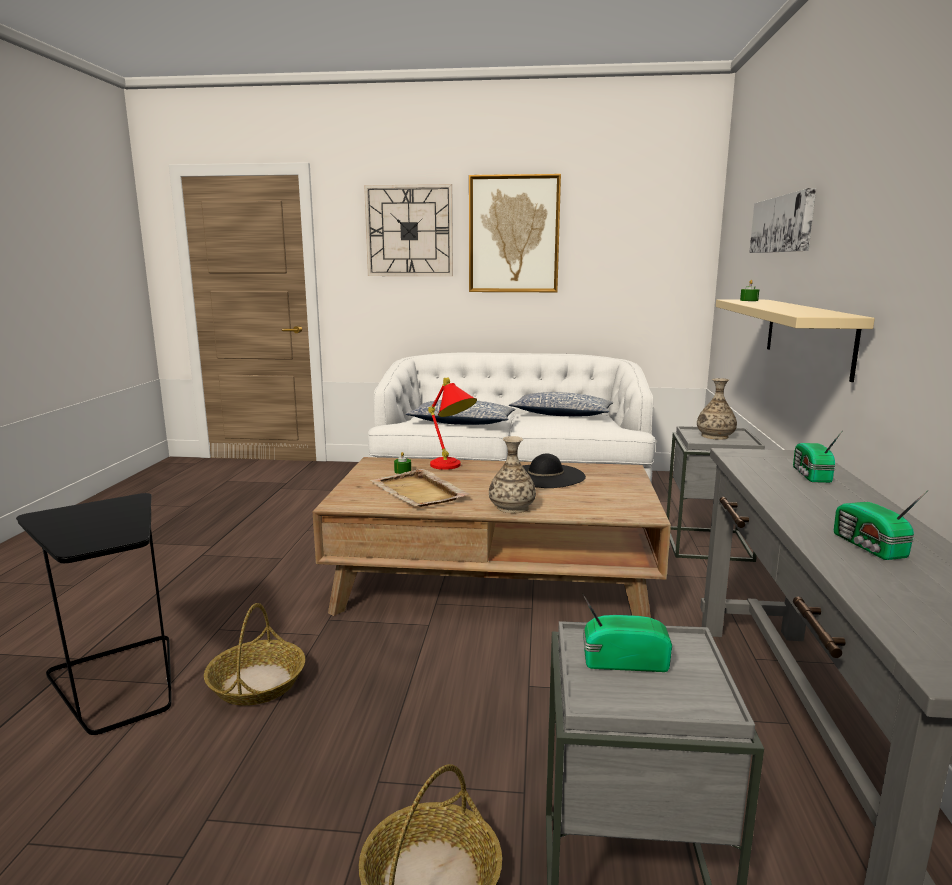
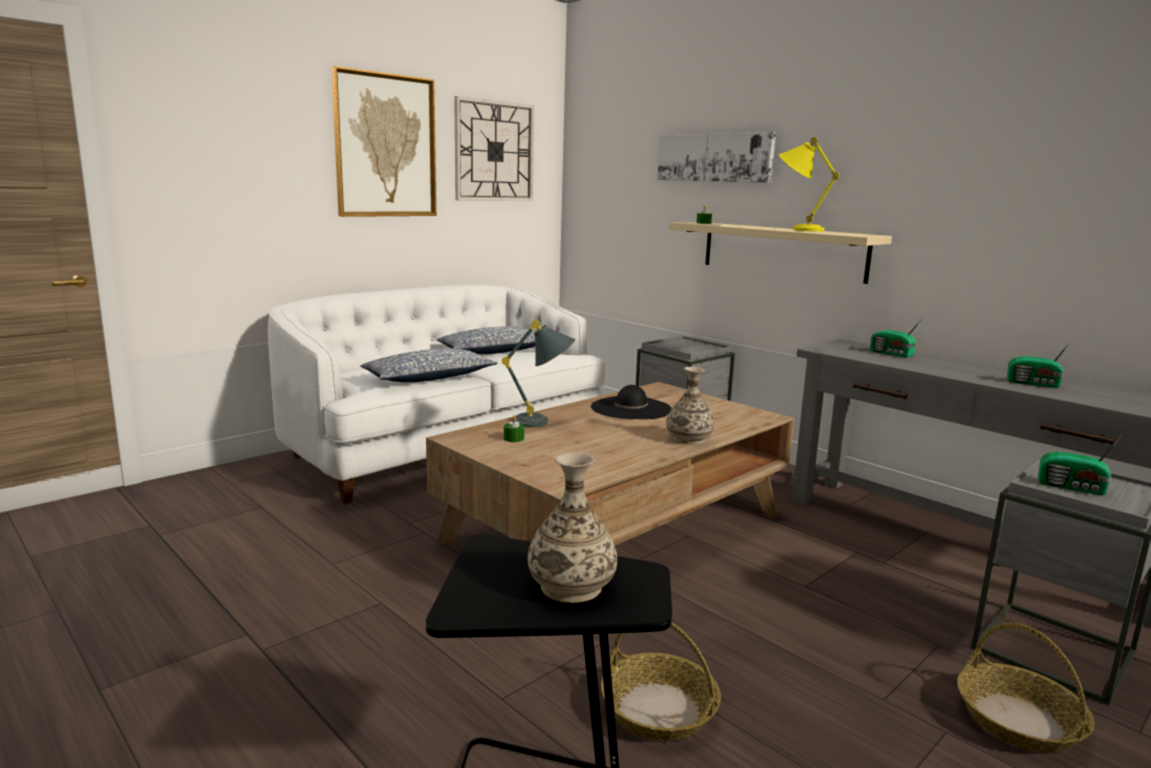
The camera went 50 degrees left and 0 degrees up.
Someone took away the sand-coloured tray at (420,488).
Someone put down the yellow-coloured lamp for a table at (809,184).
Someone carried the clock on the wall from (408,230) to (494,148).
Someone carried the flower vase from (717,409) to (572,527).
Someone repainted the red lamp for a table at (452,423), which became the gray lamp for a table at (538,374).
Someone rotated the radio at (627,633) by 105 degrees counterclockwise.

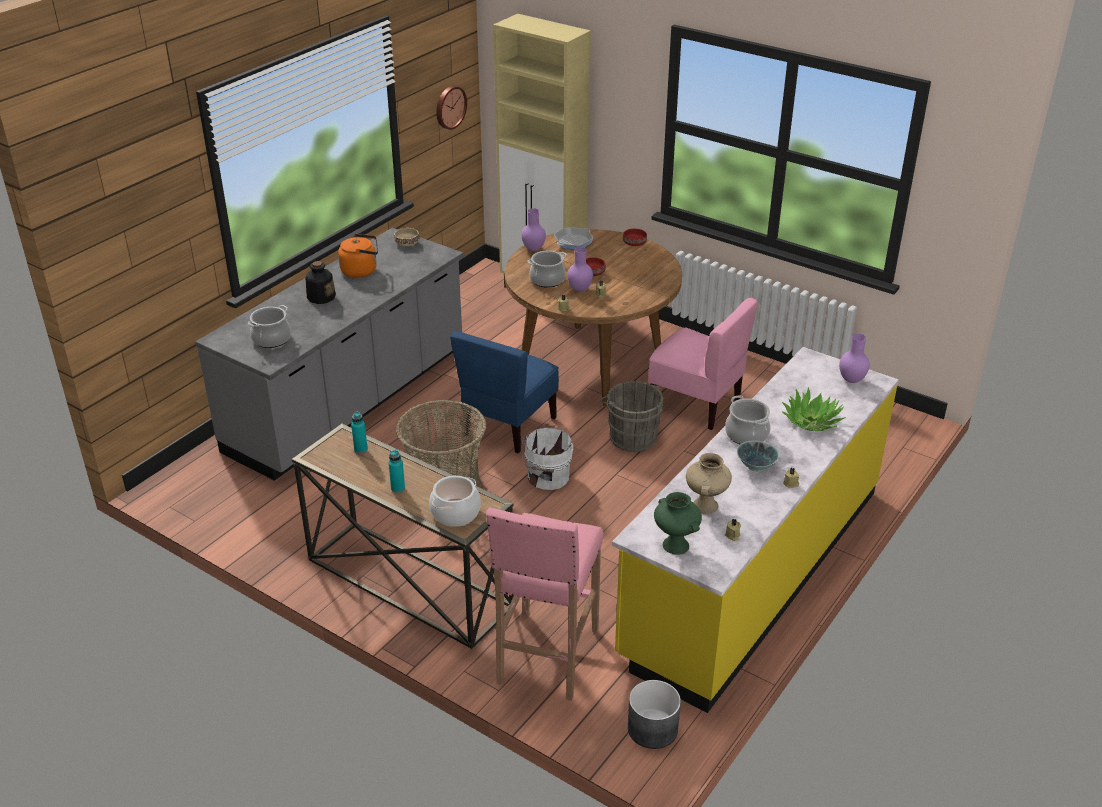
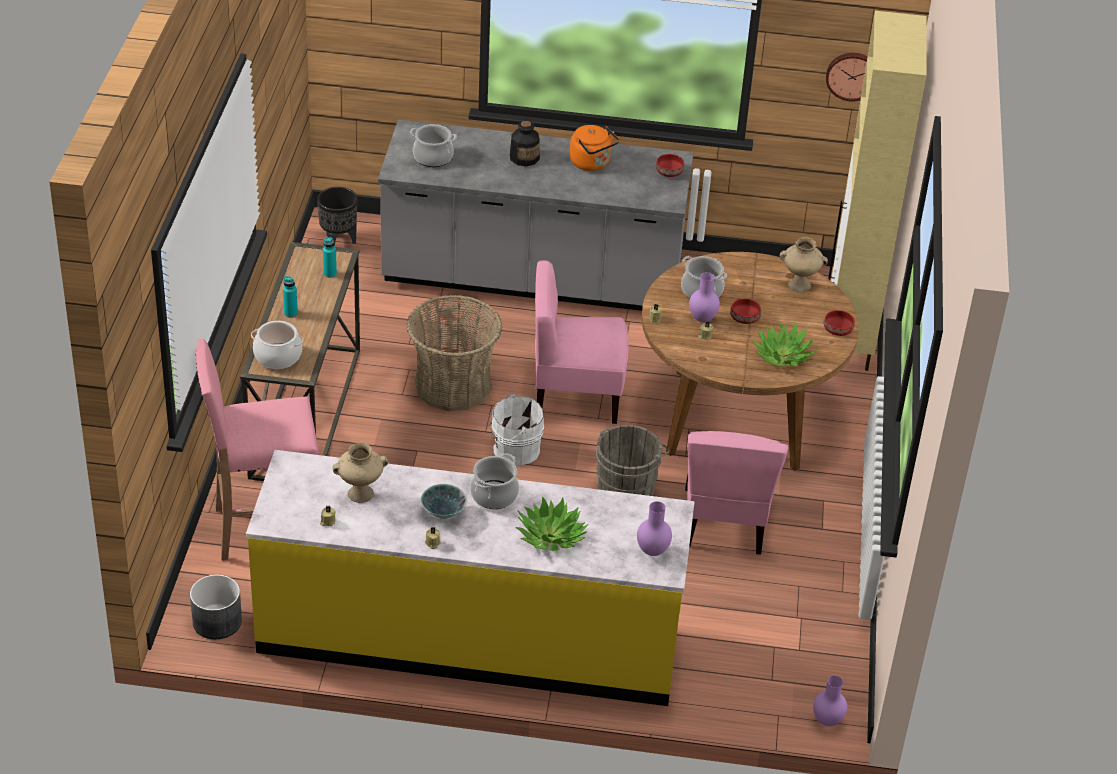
The camera went 60 degrees right and 5 degrees up.
Someone took away the greenish flower vase at (678,523).
Someone put down the black-coloured plant pot at (337,215).
Someone put down the plant in a pot at (784,345).
Someone carried the purple-coloured flower vase from (533,229) to (830,700).
Someone swapped the frying pan at (573,238) for the sand-coloured flower vase at (804,265).
Someone repainted the sand-coloured bowl at (406,237), which became the red bowl at (670,165).
Someone repainted the blue-coloured plain chair at (504,392), which became the pink plain chair at (582,342).

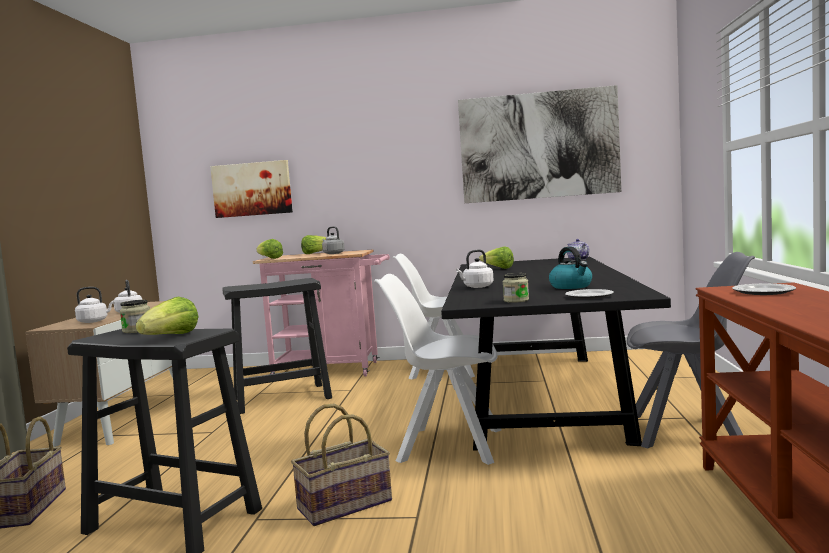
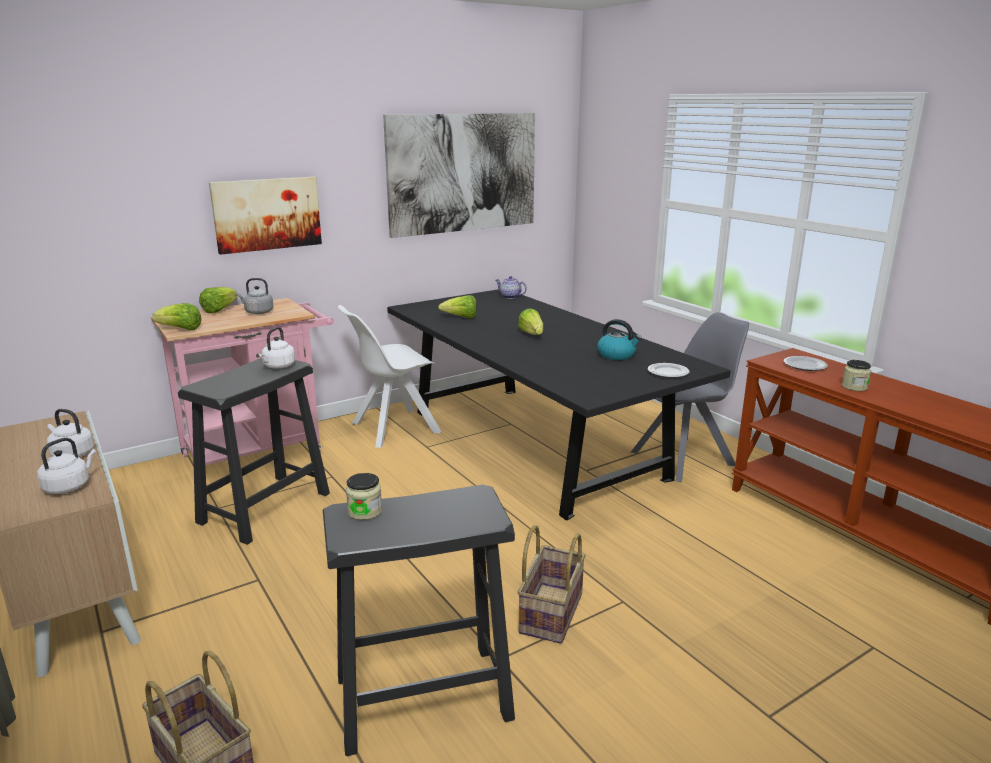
The camera went 40 degrees left and 15 degrees up.
Someone took away the white-coloured plain chair at (438,369).
Someone carried the head of lettuce from (167,315) to (530,322).
Someone carried the wall picture from (251,189) to (265,216).
Someone carried the white-coloured water kettle from (475,269) to (276,347).
Someone carried the preserve jar from (516,288) to (856,375).

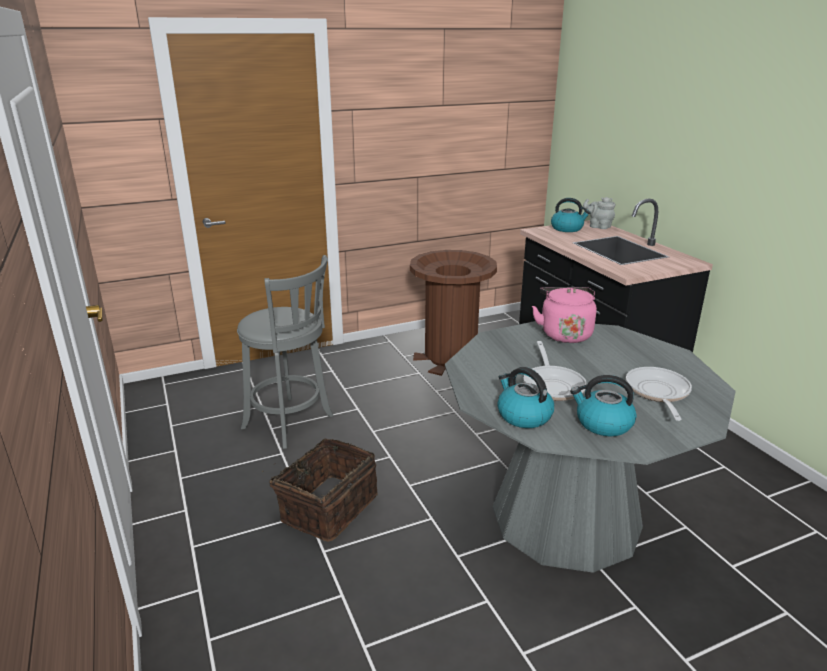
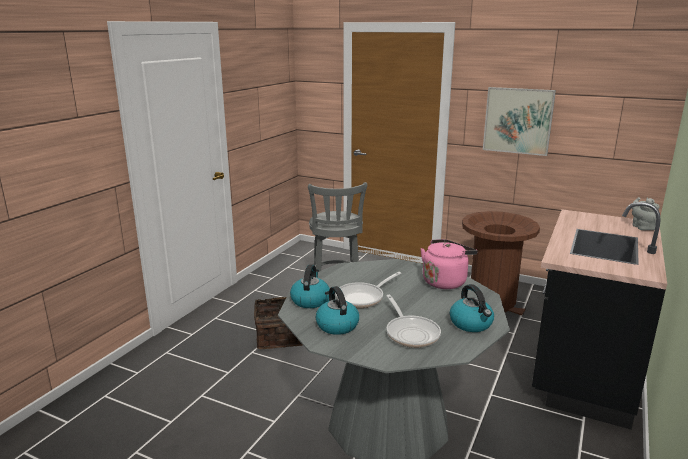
The camera went 50 degrees right and 5 degrees down.
Someone put up the wall picture at (519,121).
Someone carried the water kettle from (571,215) to (472,308).
Someone rotated the frying pan at (659,394) by 105 degrees clockwise.

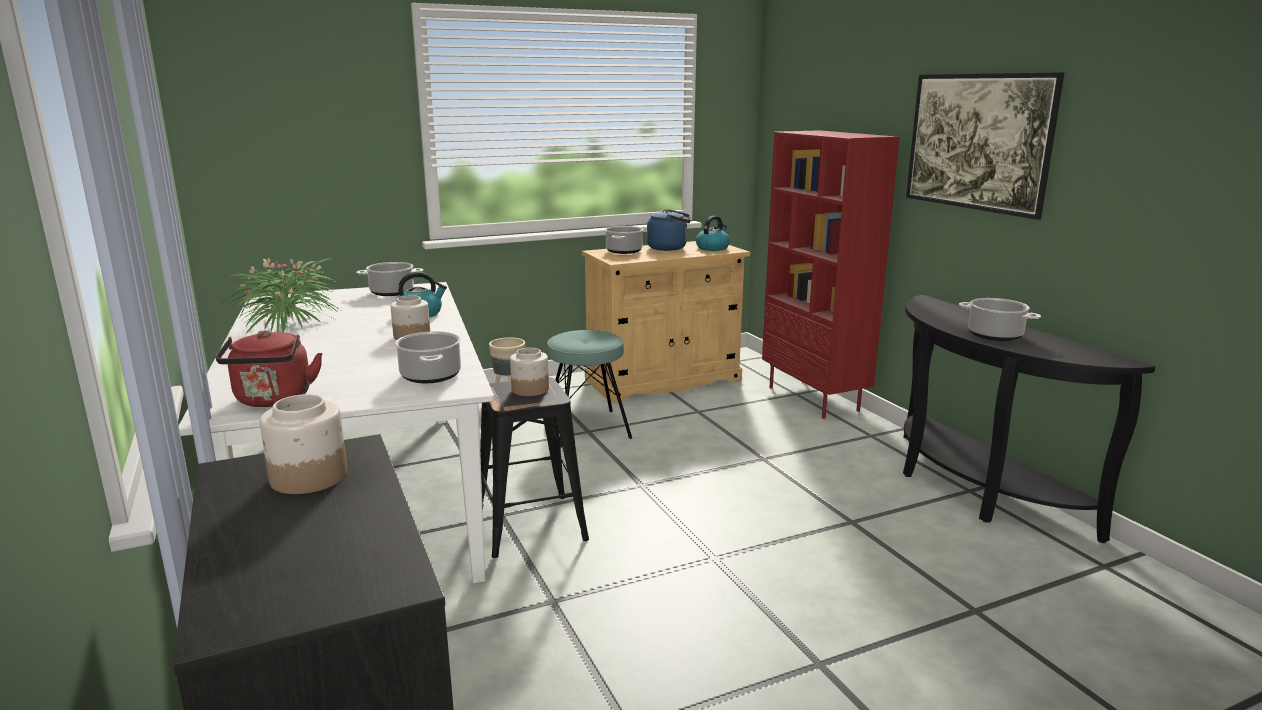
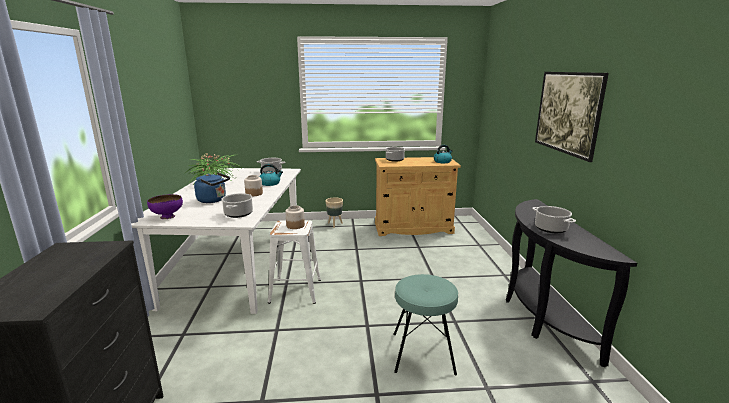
The camera went 20 degrees right and 0 degrees up.
Someone took away the preserve jar at (303,444).
Someone took away the red shelving unit at (831,274).
Someone carried the turquoise sitting stool from (589,389) to (425,324).
Someone carried the blue-coloured water kettle from (669,230) to (212,187).
Someone swapped the red water kettle at (269,368) for the purple-coloured bowl at (165,206).
Someone repainted the black-coloured sitting stool at (534,467), which became the white-coloured sitting stool at (294,262).

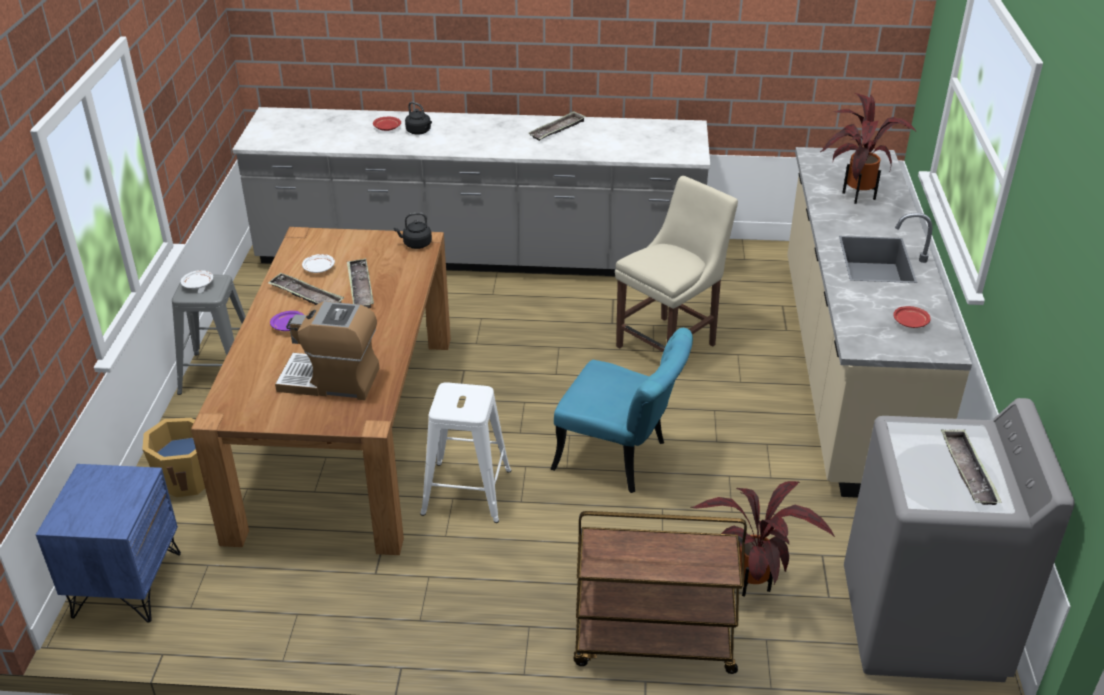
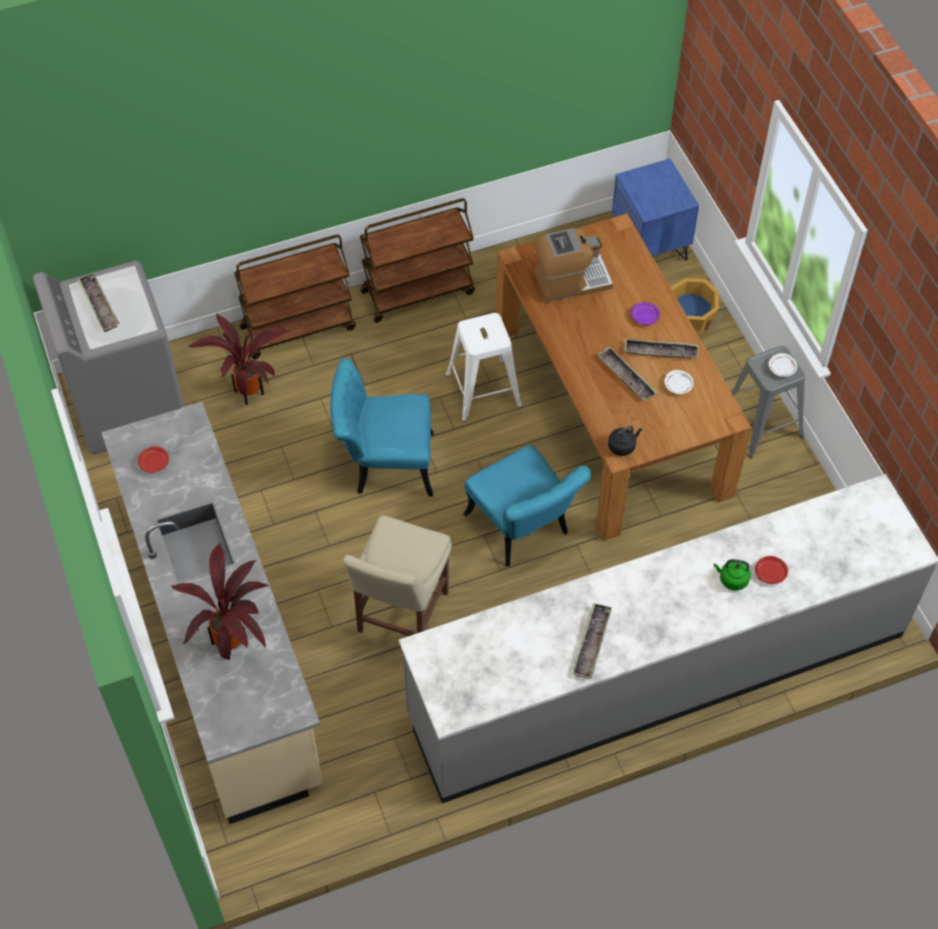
The camera went 155 degrees right and 20 degrees up.
Someone put down the brownish trolley at (417,260).
Someone put down the turquoise plain chair at (527,506).
Someone repainted the black-coloured water kettle at (418,118), which became the greenish water kettle at (732,575).

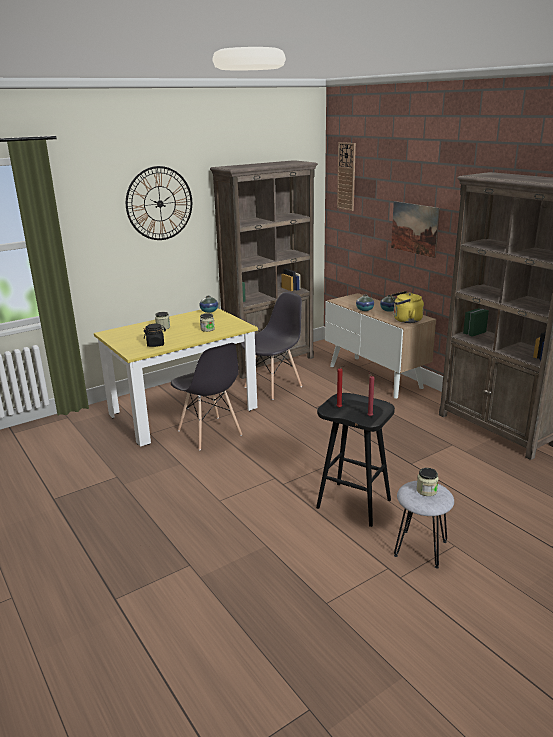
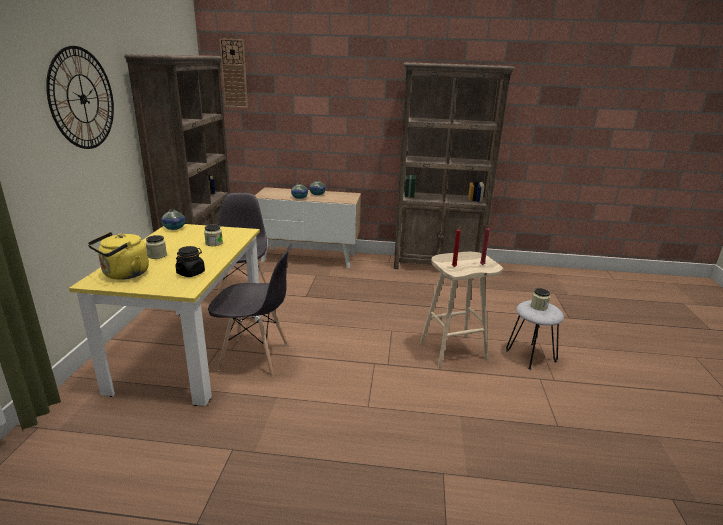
The camera went 50 degrees left and 0 degrees up.
Someone took away the wall picture at (415,229).
Someone carried the yellow-coloured water kettle from (407,307) to (118,256).
Someone repainted the black-coloured sitting stool at (355,460), which became the sand-coloured sitting stool at (461,310).

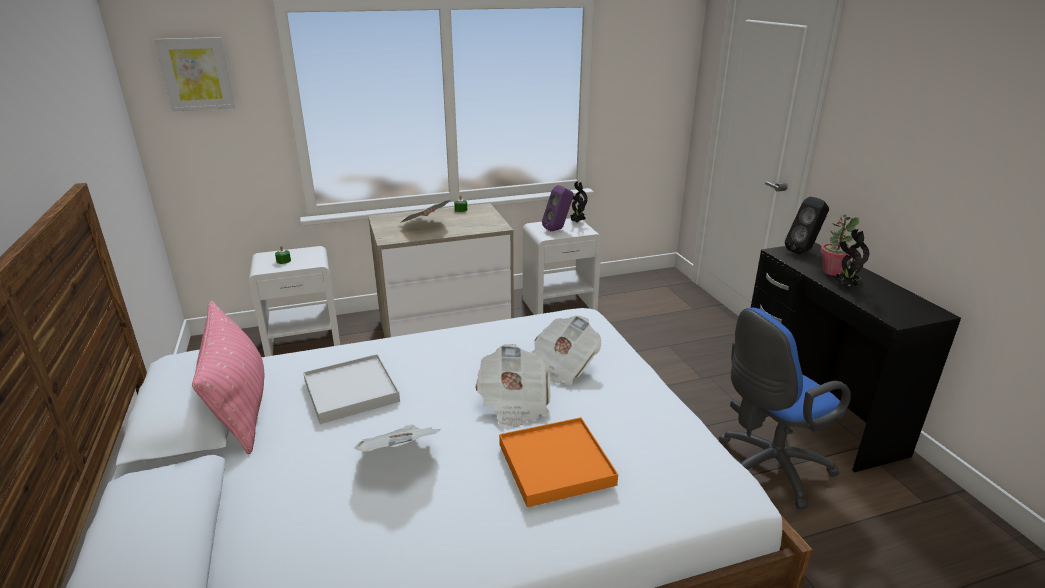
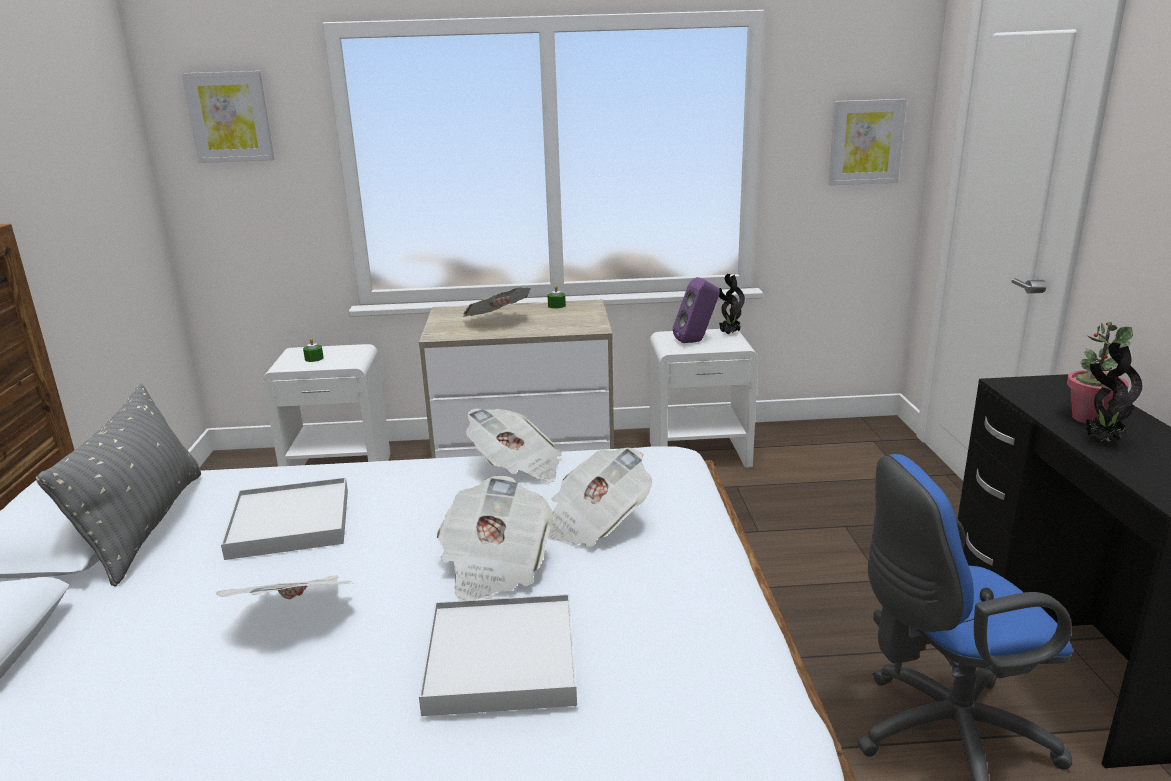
The camera went 15 degrees right and 5 degrees down.
Someone took away the black-coloured speaker at (807,226).
Someone put down the daily paper at (514,445).
Someone put up the wall picture at (868,142).
Someone repainted the pink throw pillow at (228,377), which became the gray throw pillow at (118,485).
Someone repainted the orange tray at (558,462), which became the white-coloured tray at (498,655).

